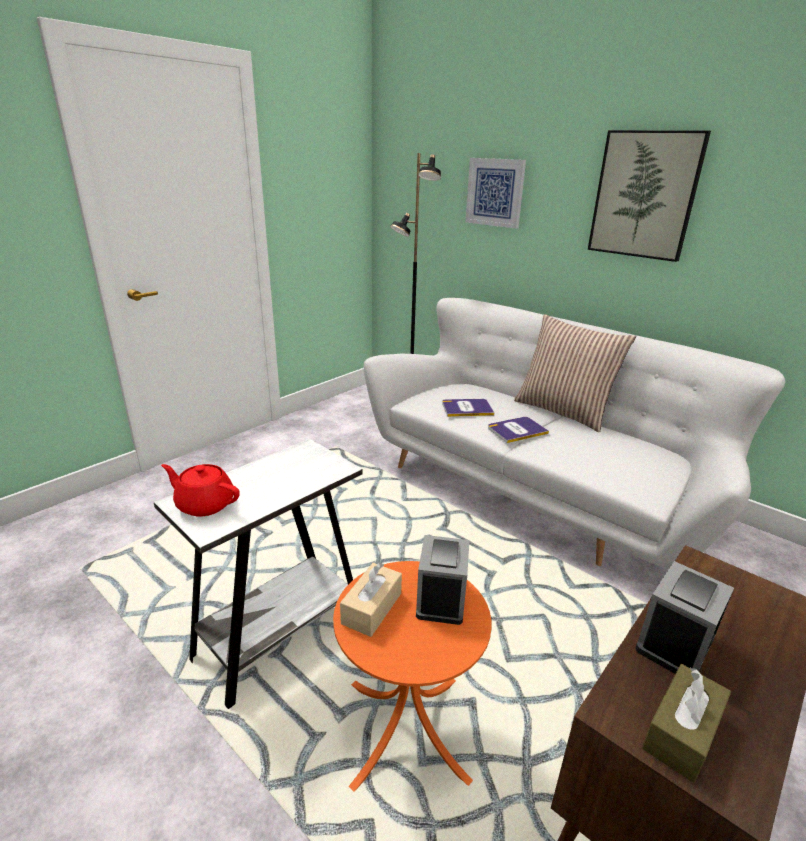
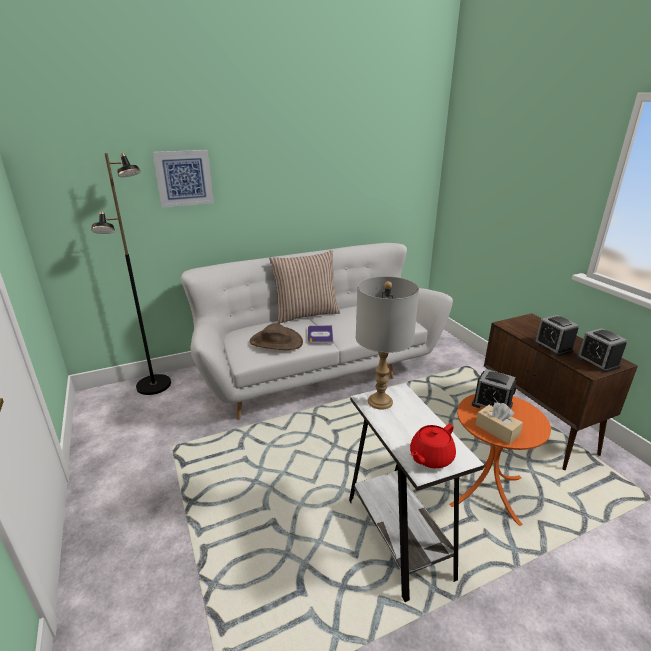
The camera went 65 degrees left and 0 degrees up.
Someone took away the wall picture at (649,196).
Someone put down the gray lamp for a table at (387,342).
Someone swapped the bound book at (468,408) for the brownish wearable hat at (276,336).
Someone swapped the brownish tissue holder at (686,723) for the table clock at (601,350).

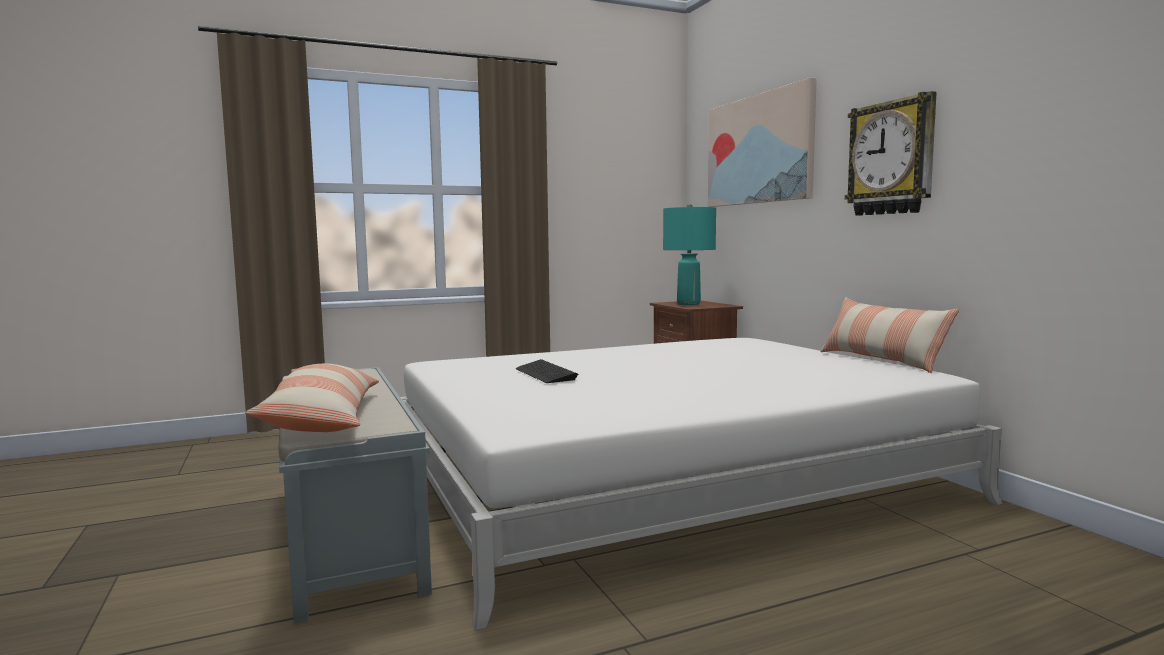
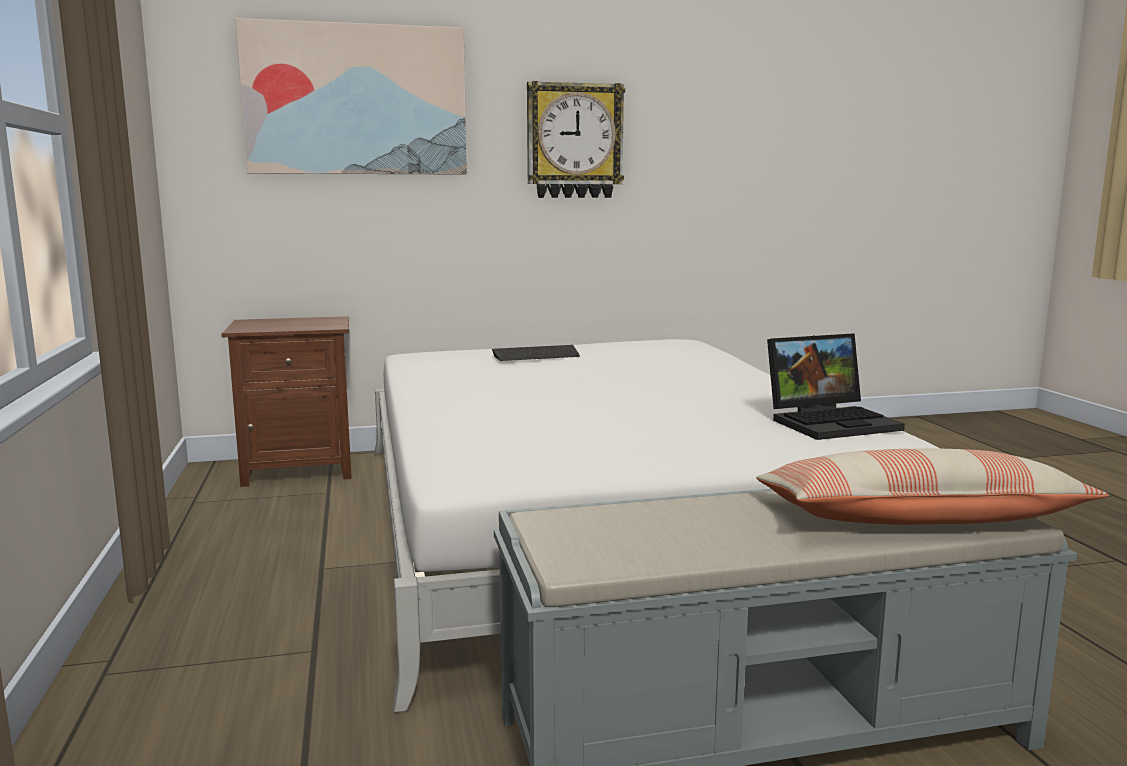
The camera went 80 degrees left and 5 degrees up.
Someone took away the turquoise lamp for a table at (689,254).
Someone took away the throw pillow at (889,335).
Someone put down the notebook computer at (836,386).
Someone carried the computer keyboard from (547,371) to (536,353).

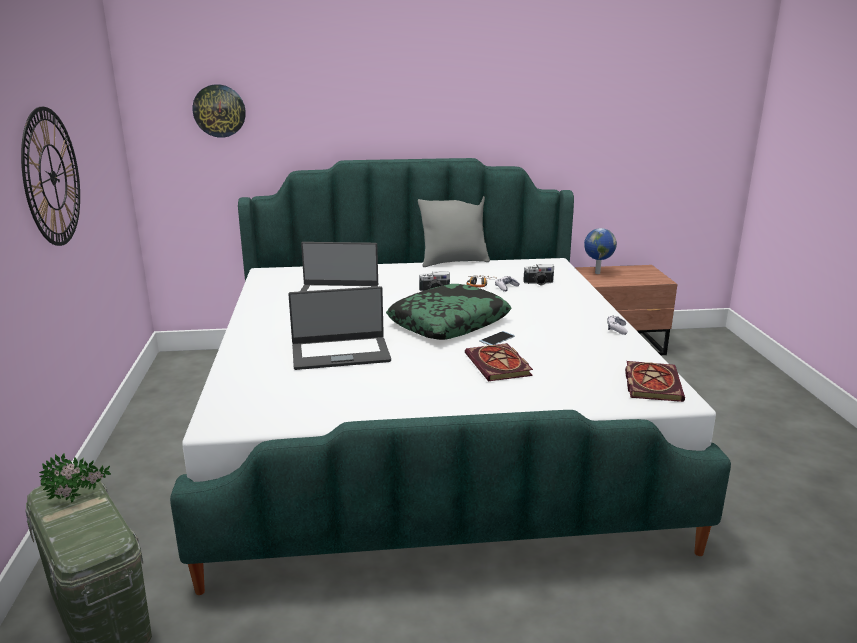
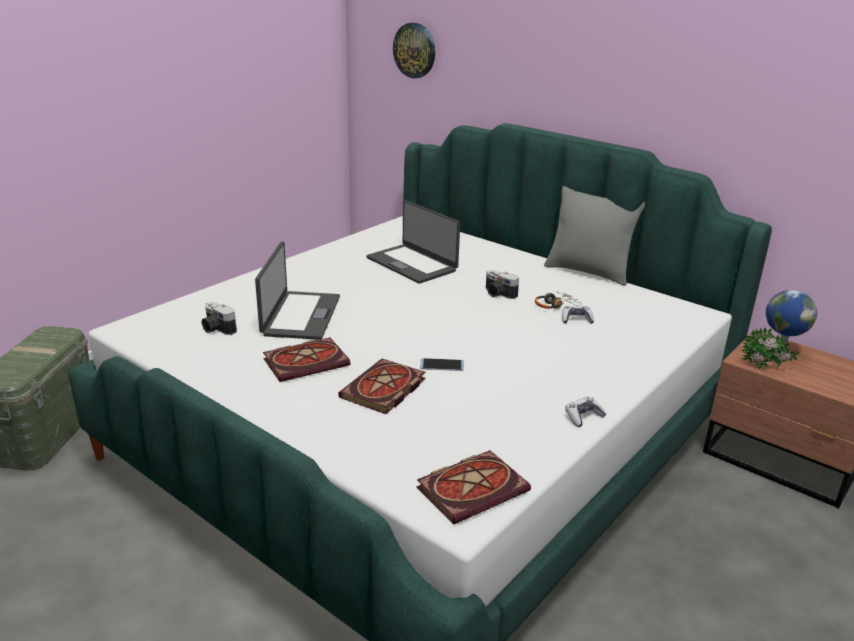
The camera went 45 degrees right and 5 degrees up.
Someone took away the clock on the wall at (50,176).
Someone took away the throw pillow at (448,312).
Someone put down the bound book at (306,360).
Someone carried the plant in a pot from (75,477) to (770,348).
Someone carried the photo camera from (538,275) to (219,318).
Someone rotated the notebook computer at (339,328) by 120 degrees counterclockwise.

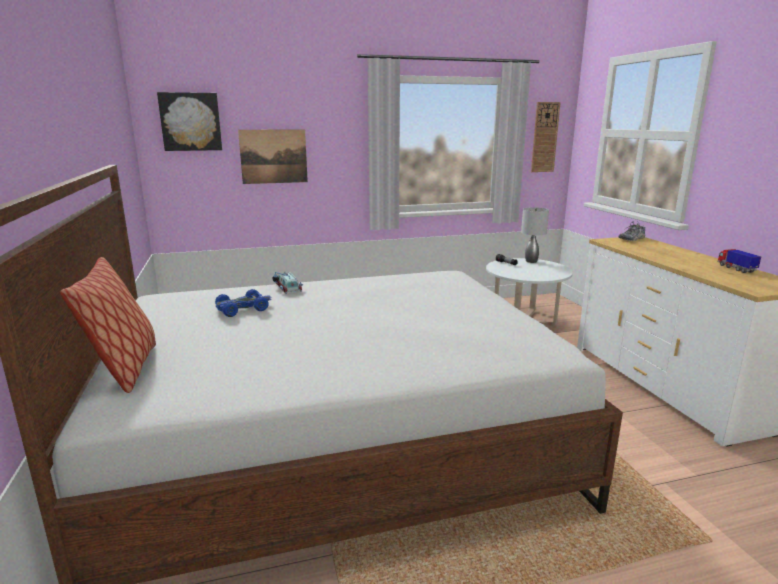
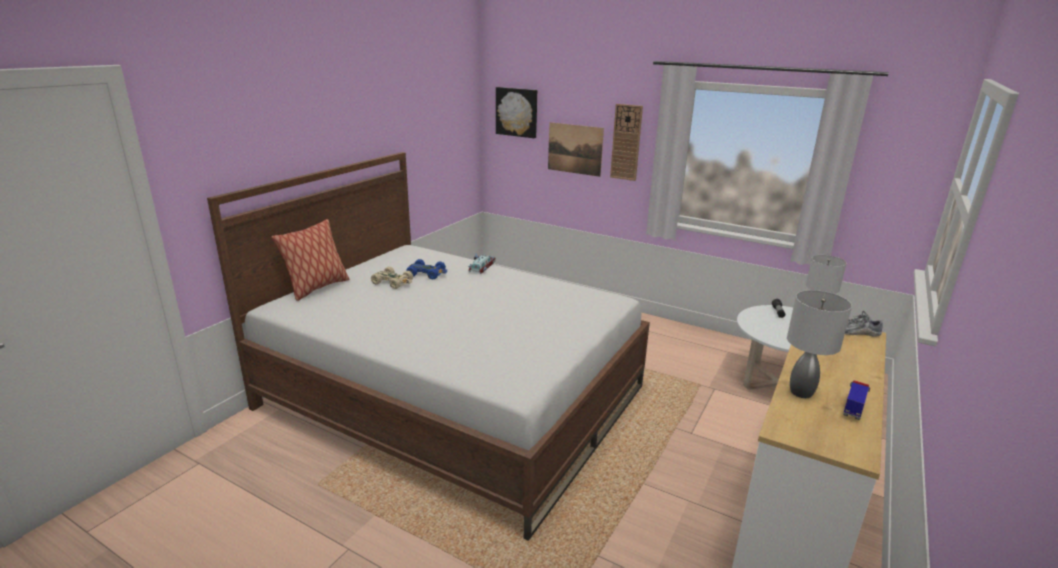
The camera went 45 degrees right and 5 degrees up.
Someone put down the sand-coloured model car at (392,278).
Someone put down the gray lamp for a table at (819,344).
Someone carried the clock on the wall from (546,137) to (626,142).

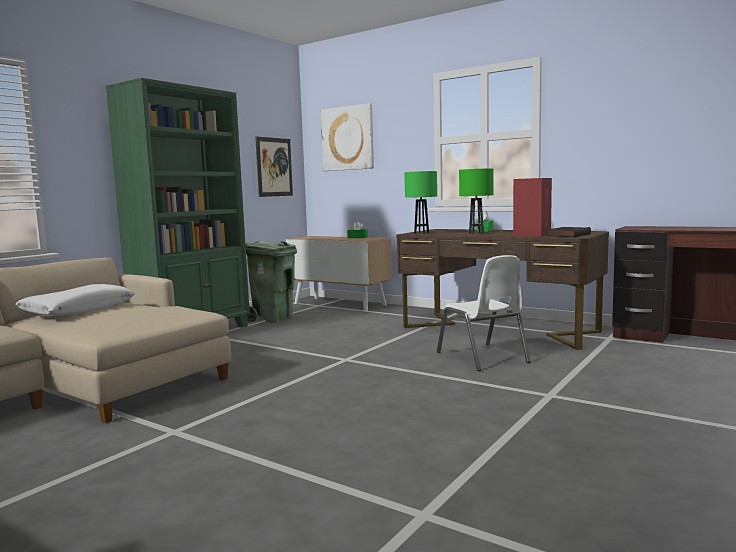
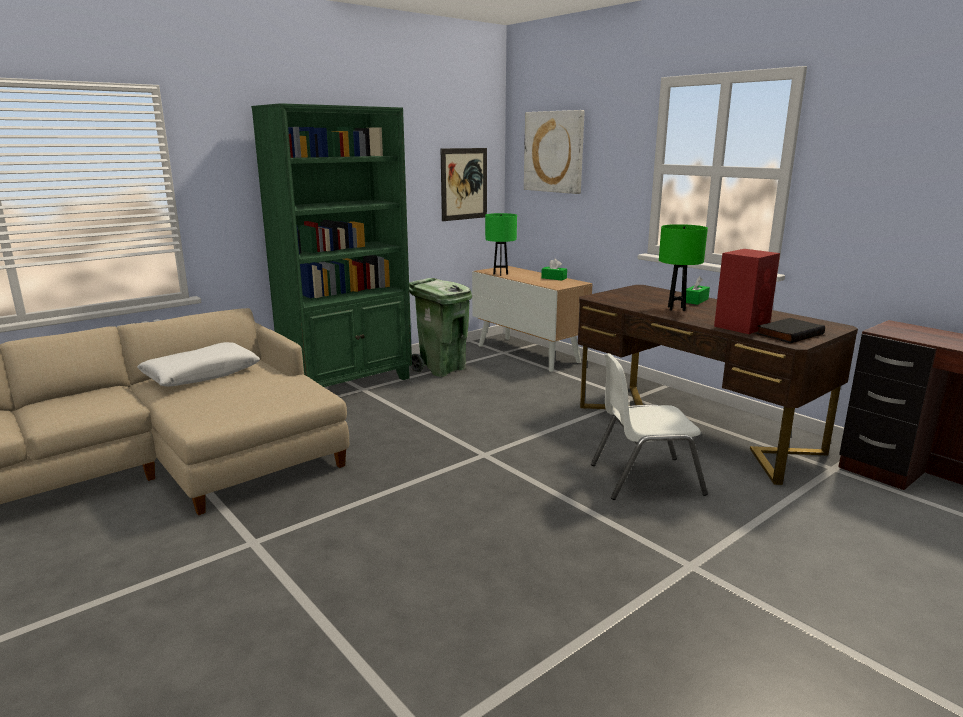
The camera went 15 degrees right and 10 degrees up.
Someone carried the greenish lamp for a table from (420,202) to (501,244).
Someone rotated the white-coloured plain chair at (484,313) by 90 degrees clockwise.

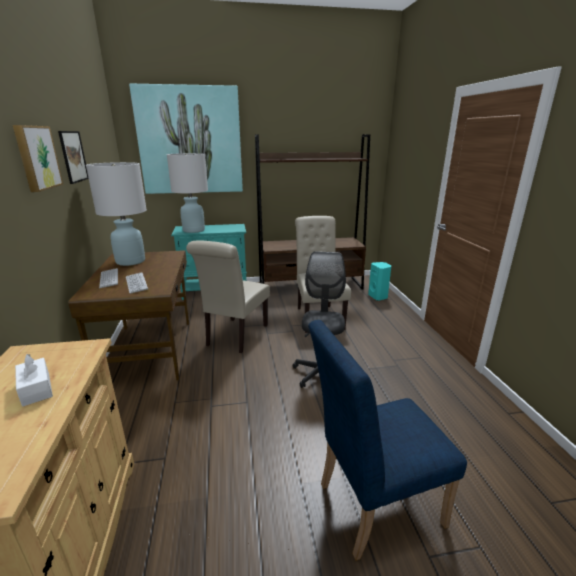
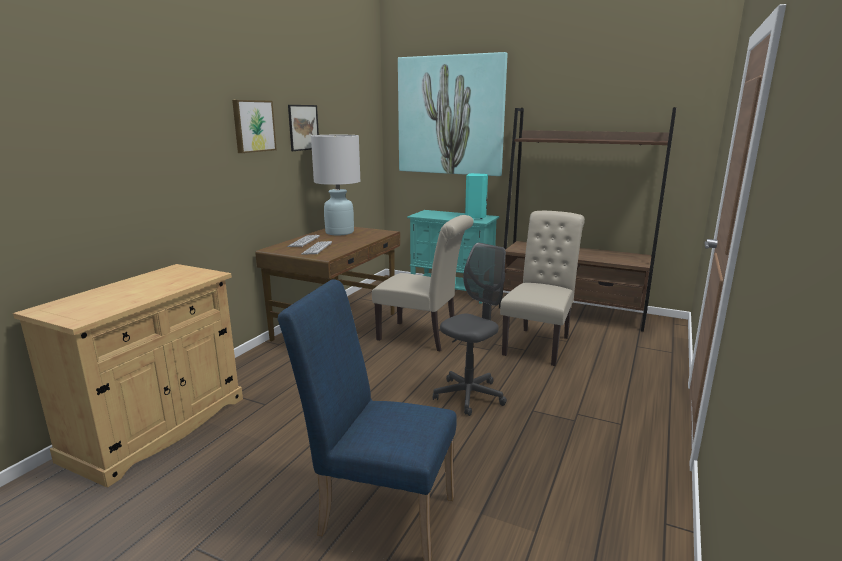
The camera went 35 degrees right and 5 degrees down.
Someone took away the white-coloured tissue holder at (34,380).
Someone took away the white-coloured lamp for a table at (187,193).
Someone carried the turquoise speaker from (379,281) to (476,196).
Someone rotated the sand-coloured plain chair at (228,296) by 120 degrees counterclockwise.

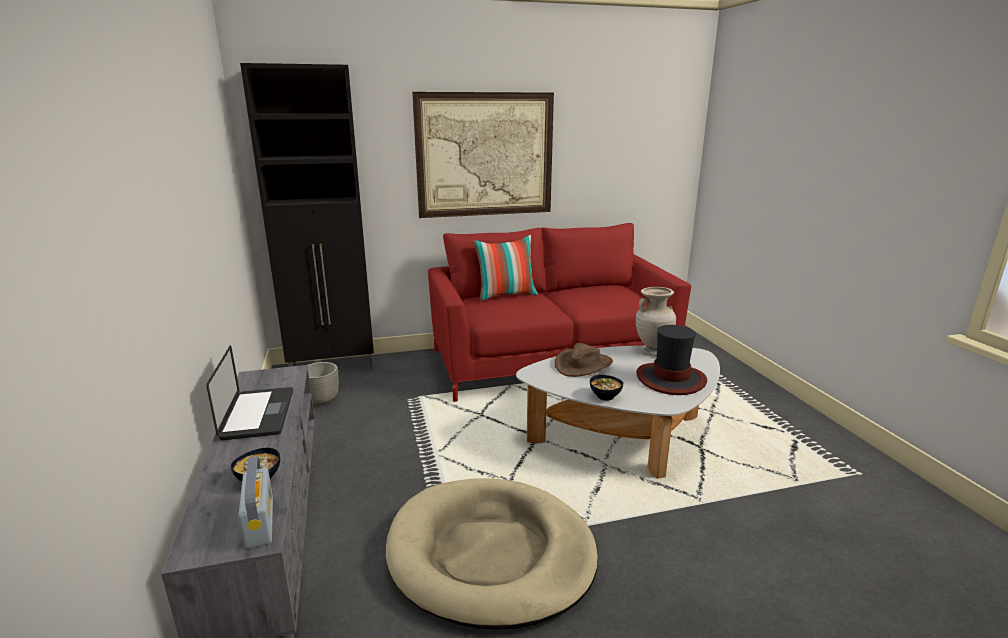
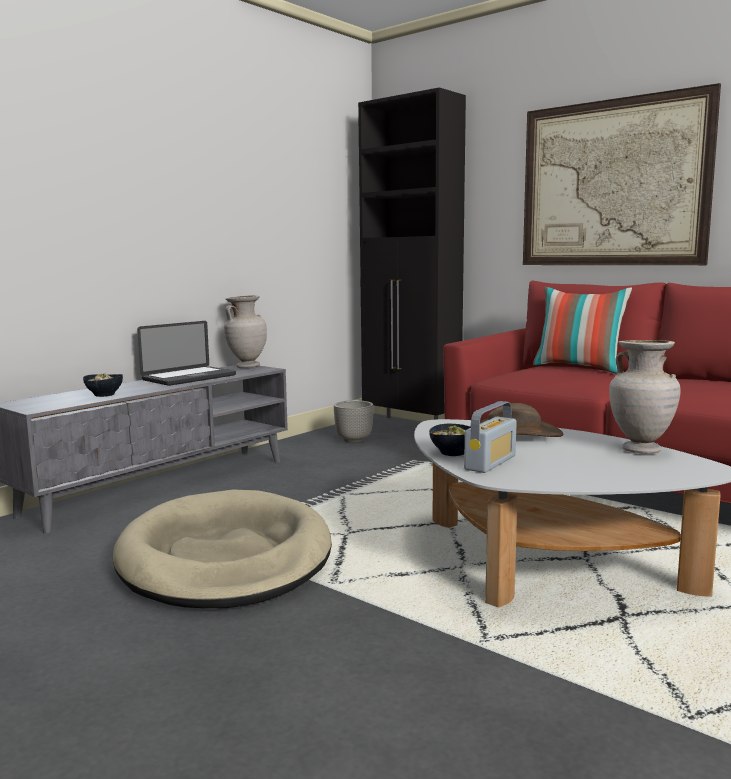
The camera went 55 degrees right and 10 degrees down.
Someone took away the wearable hat at (671,360).
Someone put down the sand-coloured flower vase at (245,331).
Someone carried the radio from (255,502) to (490,437).

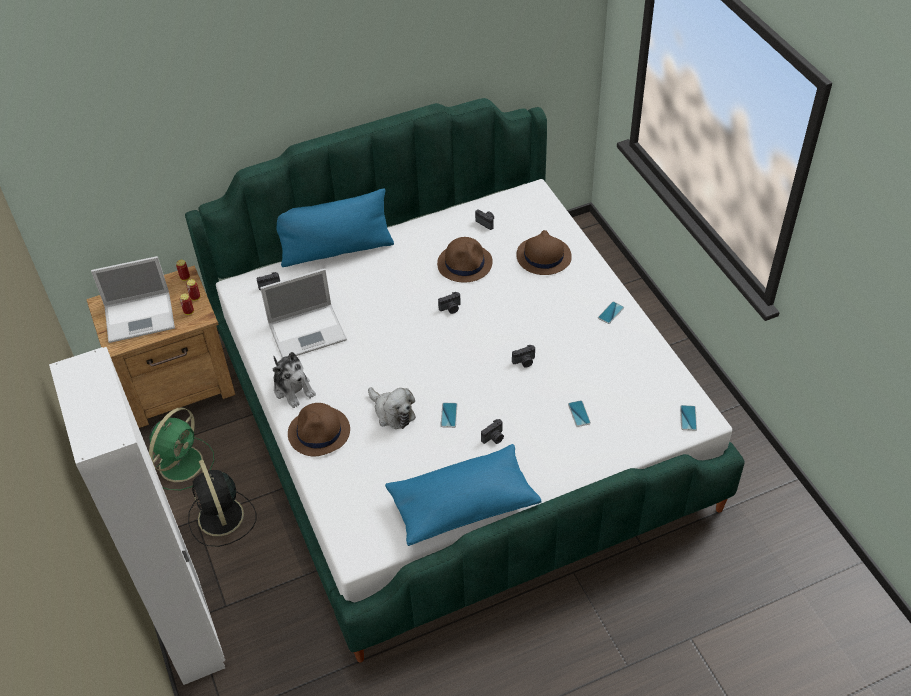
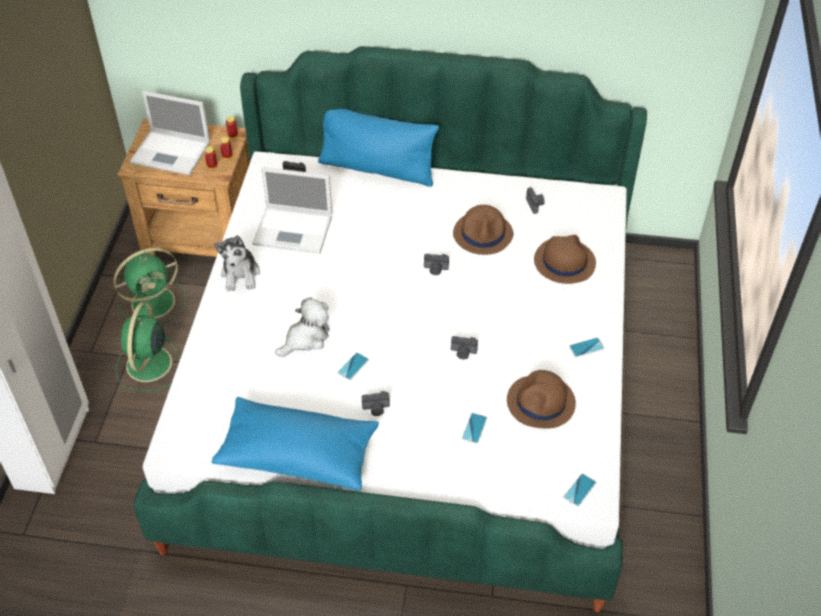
The camera went 30 degrees right and 0 degrees up.
Someone carried the brownish wearable hat from (319,429) to (541,399).
Someone repainted the black-coloured cooling fan at (222,503), which became the greenish cooling fan at (148,347).
Someone rotated the soft toy at (392,408) by 120 degrees counterclockwise.

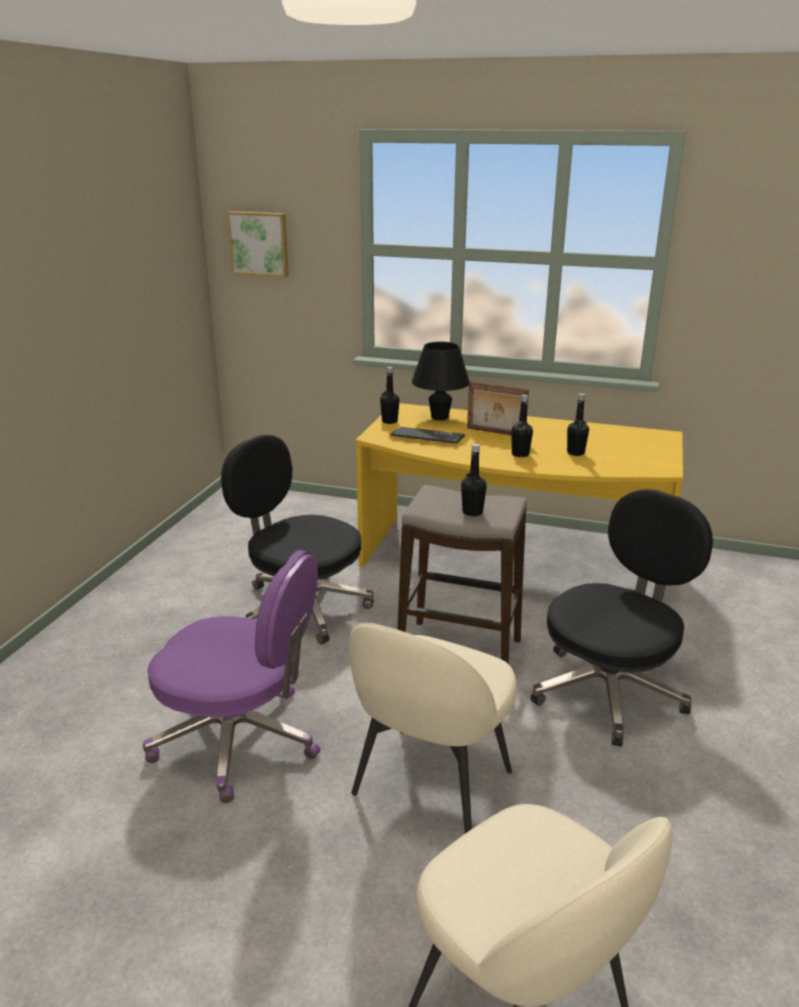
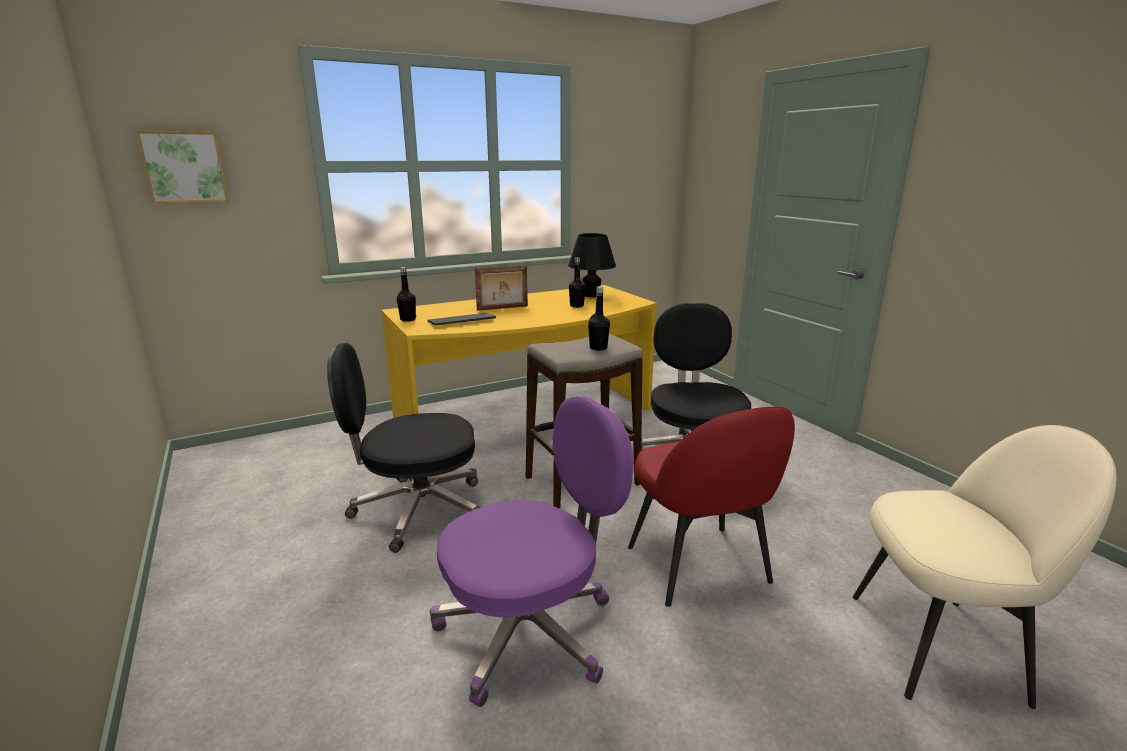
The camera went 45 degrees left and 5 degrees down.
Someone took away the black-coloured drink bottle at (522,426).
Someone carried the black-coloured lamp for a table from (440,380) to (592,265).
Someone repainted the sand-coloured plain chair at (433,728), which became the red plain chair at (711,507).

